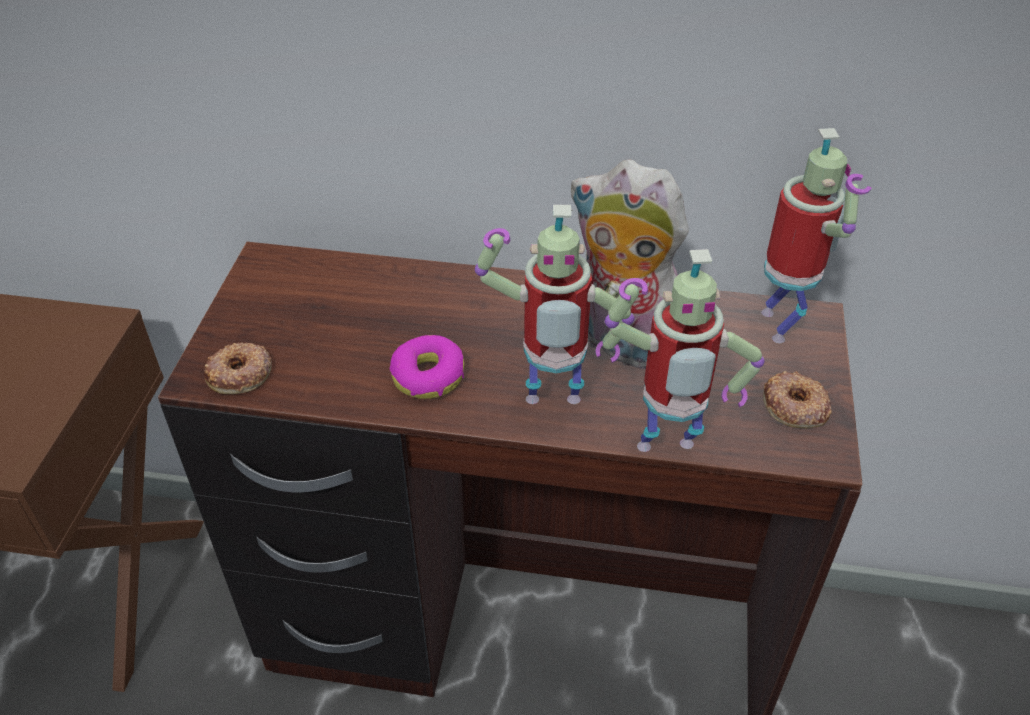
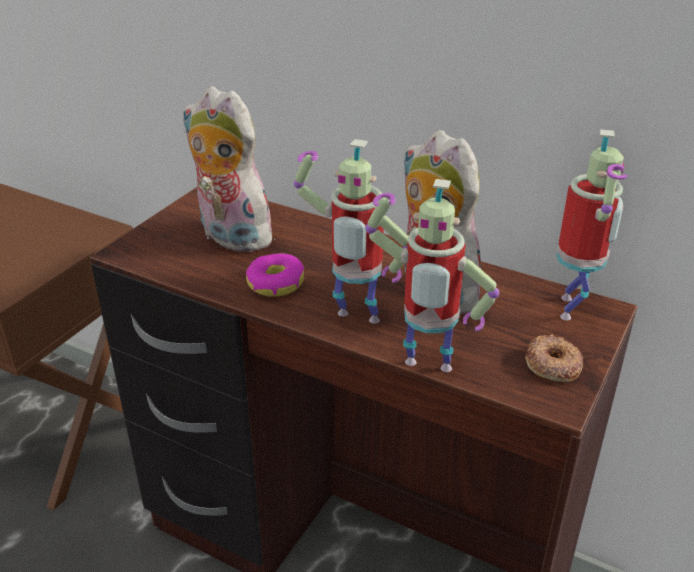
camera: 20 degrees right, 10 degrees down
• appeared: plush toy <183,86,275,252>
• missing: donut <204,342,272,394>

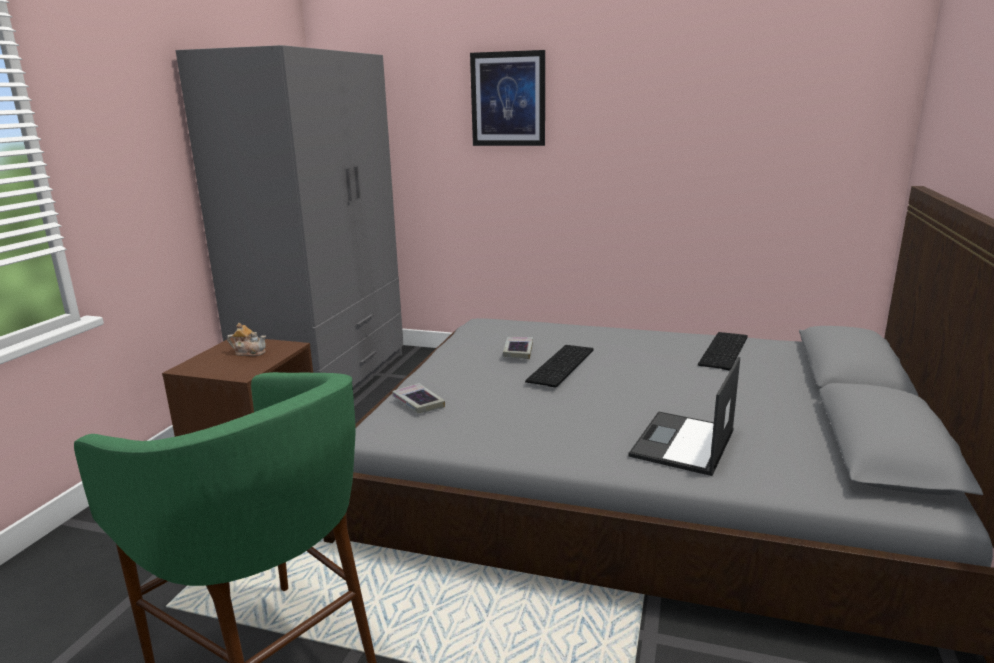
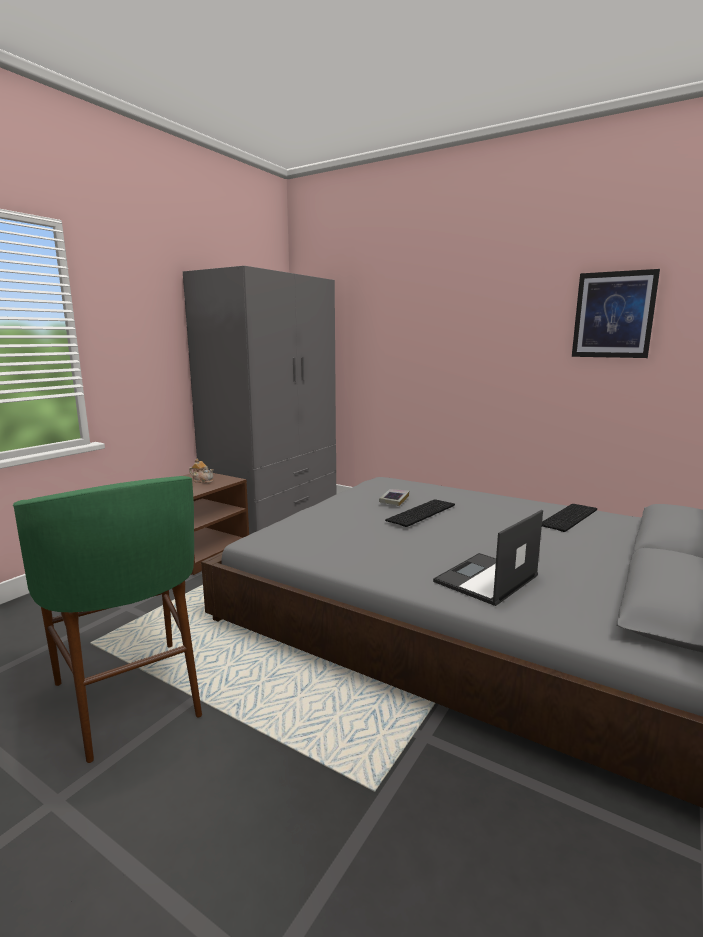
camera: 15 degrees right, 5 degrees down
• relocated: picture <470,50,545,146> to <572,269,660,358>
• missing: book <392,383,445,413>

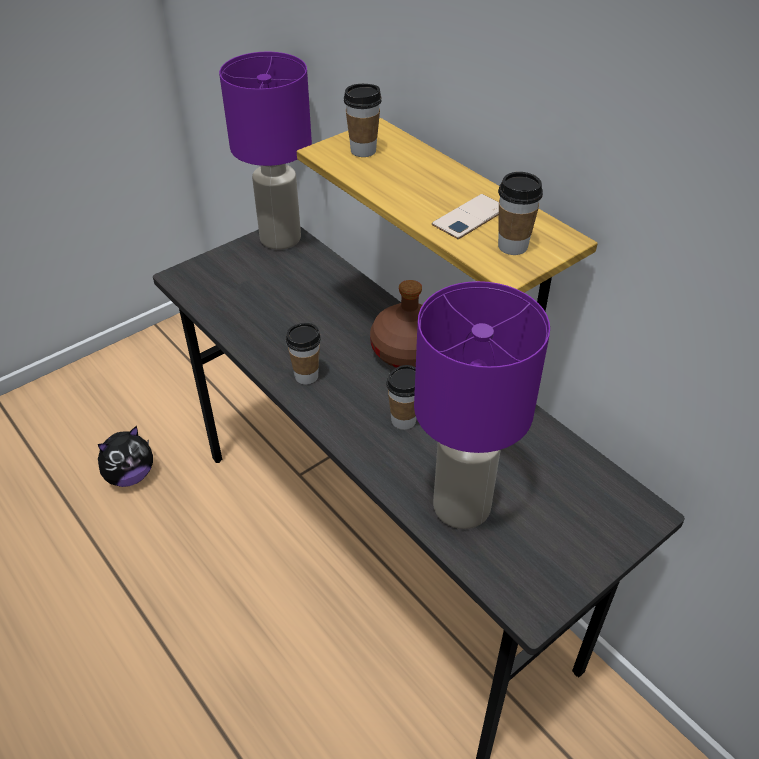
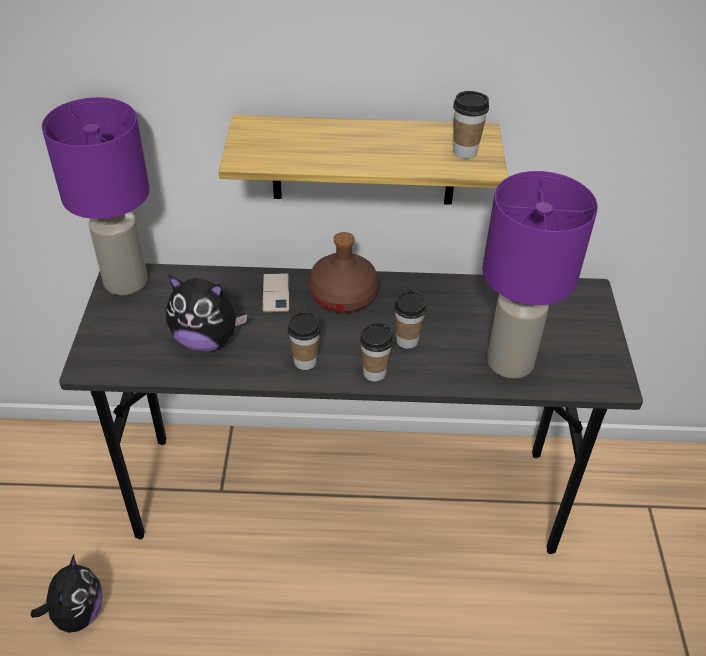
camera: 50 degrees left, 0 degrees up
• appeared: plush toy <166,275,247,352>
• relocated: phone <432,194,499,239> to <263,273,289,312>
• relocated: cup <344,84,382,157> to <360,323,393,382>

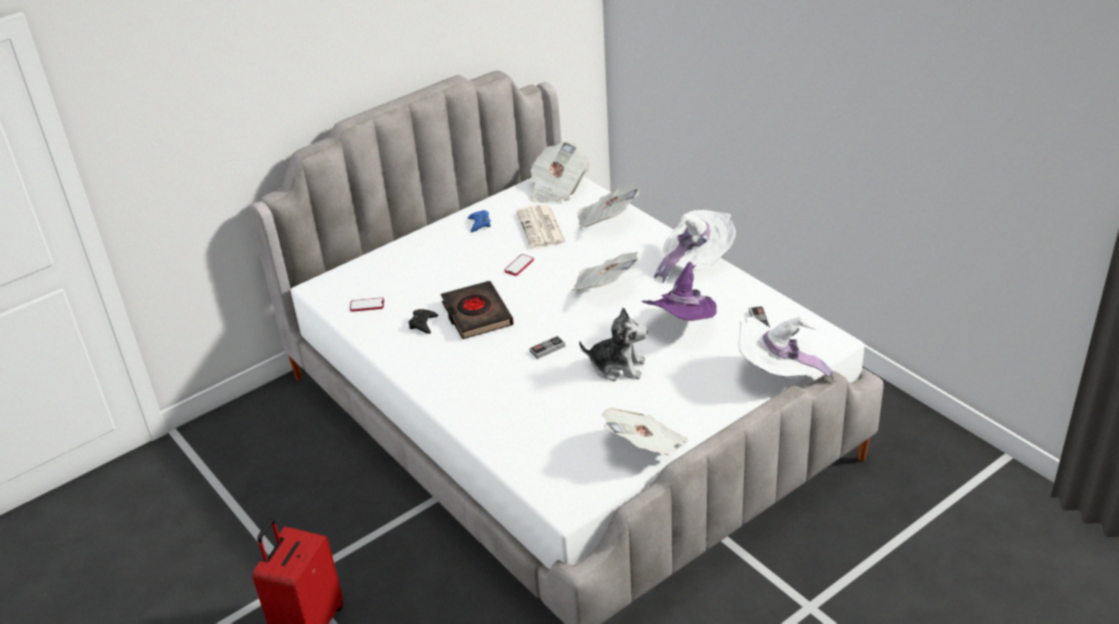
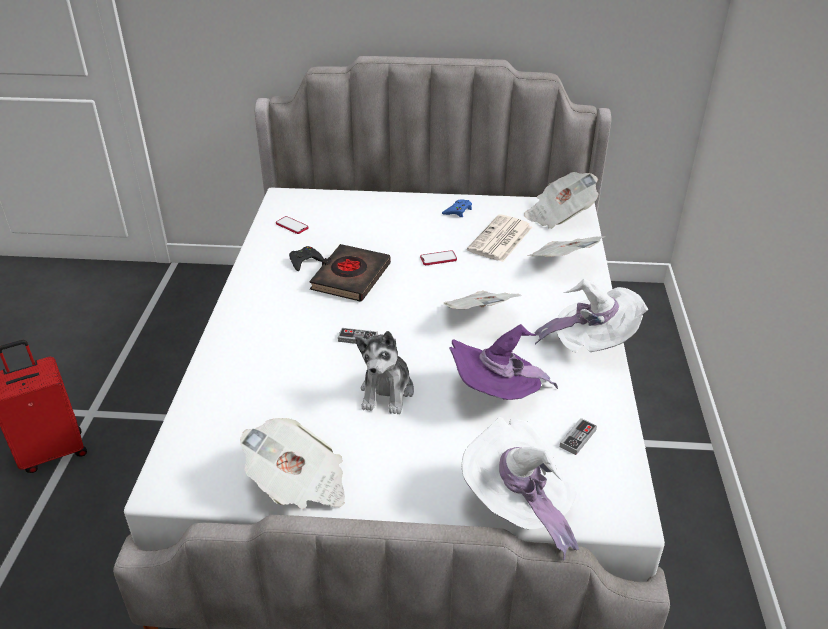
camera: 40 degrees right, 0 degrees up
• spun: plush toy <579,307,648,381> = <355,331,414,414> 45 degrees clockwise

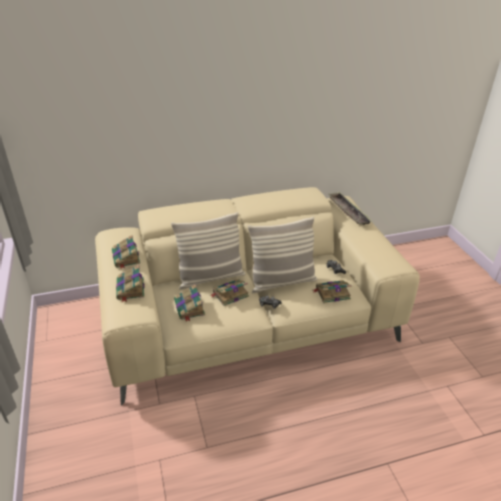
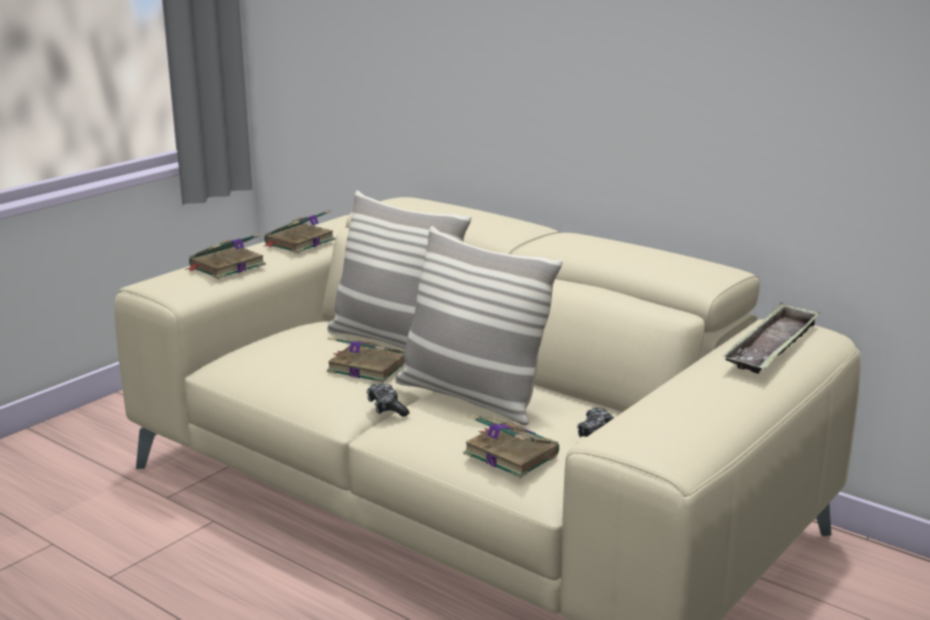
camera: 55 degrees right, 15 degrees down
• missing: book <174,284,205,322>

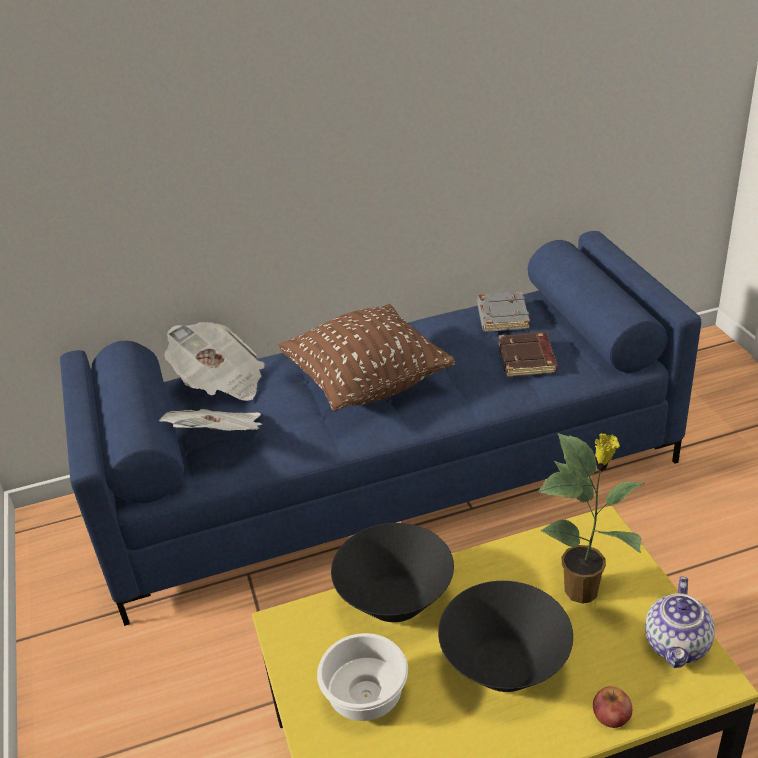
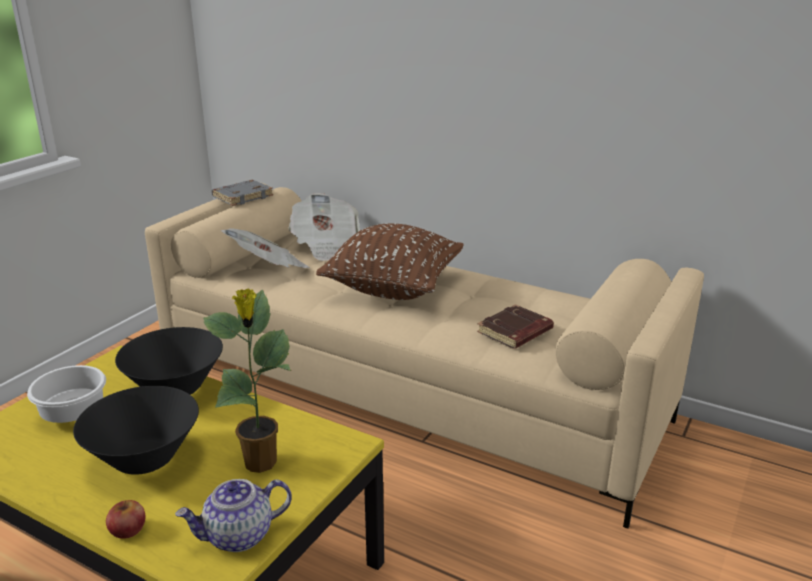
camera: 45 degrees right, 10 degrees down
• colour: blue sofa <60,231,701,626> to beige sofa <145,183,704,529>
• relocated: grey book <477,291,530,332> to <212,180,273,206>

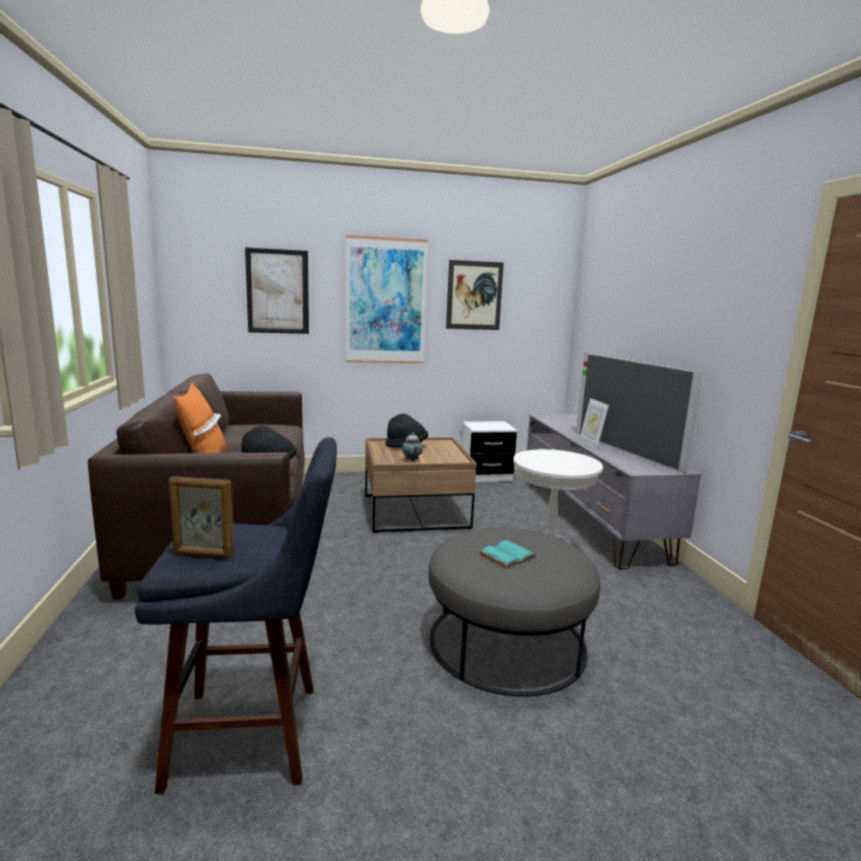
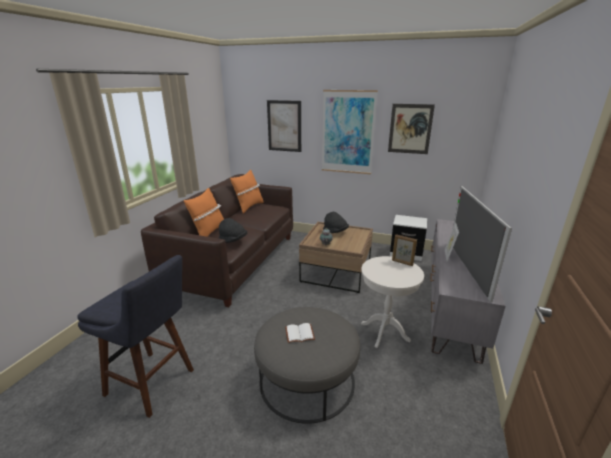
camera: 30 degrees right, 10 degrees up
• appeared: orange pillow <230,170,264,214>
• colour: turquoise book <479,540,536,568> to white book <285,323,315,343>
• relocated: picture frame <169,476,234,558> to <392,234,417,266>

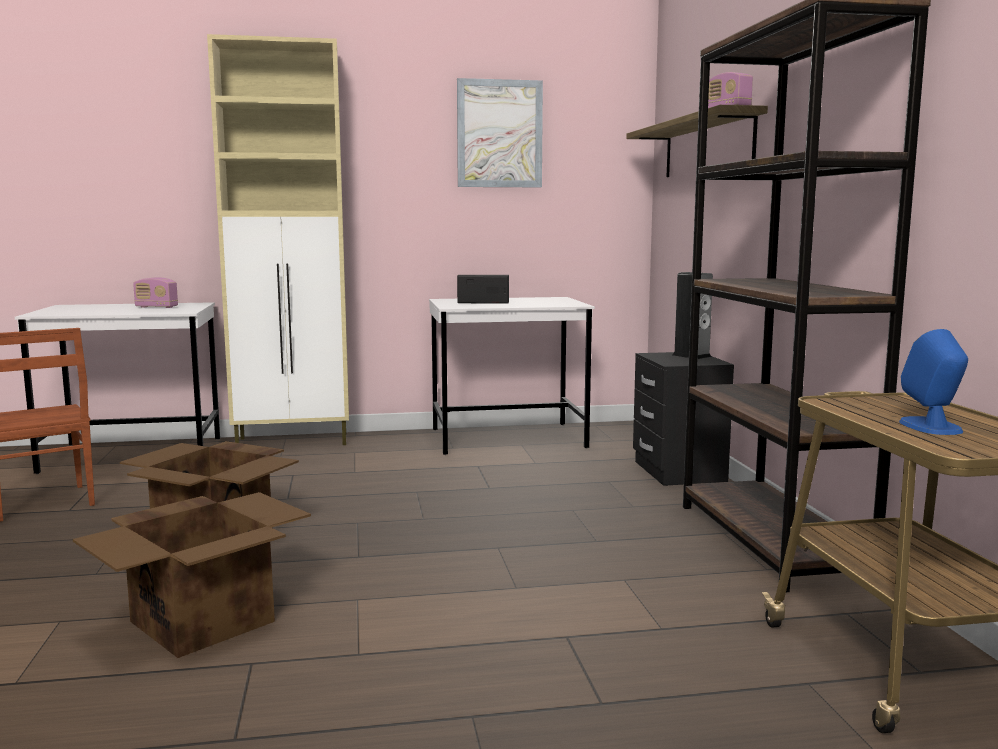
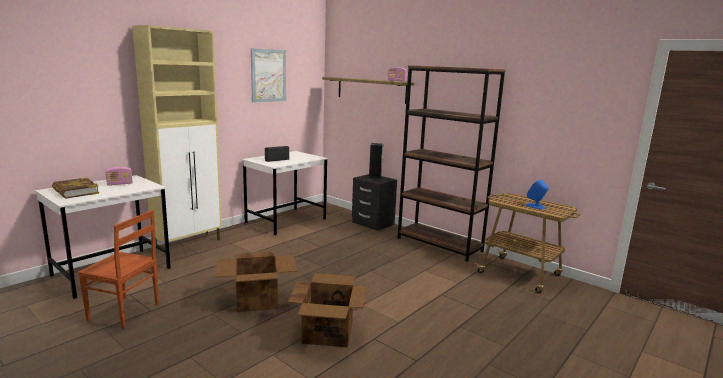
camera: 40 degrees left, 5 degrees up
• appeared: book <52,178,99,199>

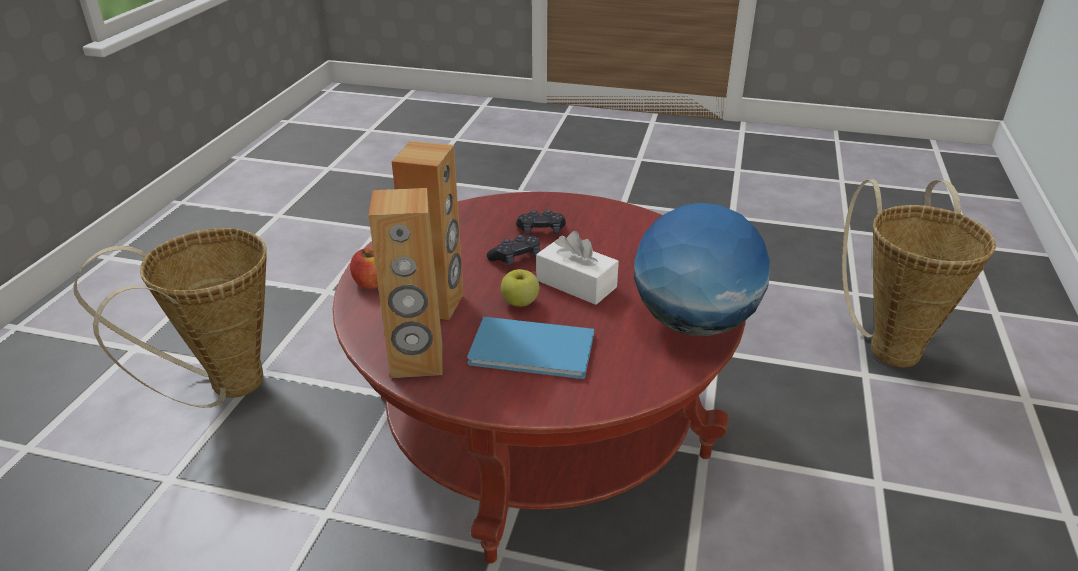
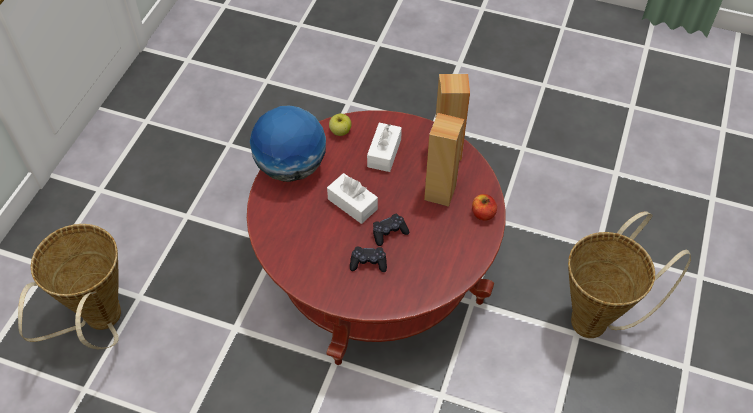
camera: 175 degrees left, 20 degrees up
• relocated: apple <501,269,539,307> to <329,114,351,136>
• exchanged: blue book <467,317,594,379> to white tissue box <367,122,402,172>

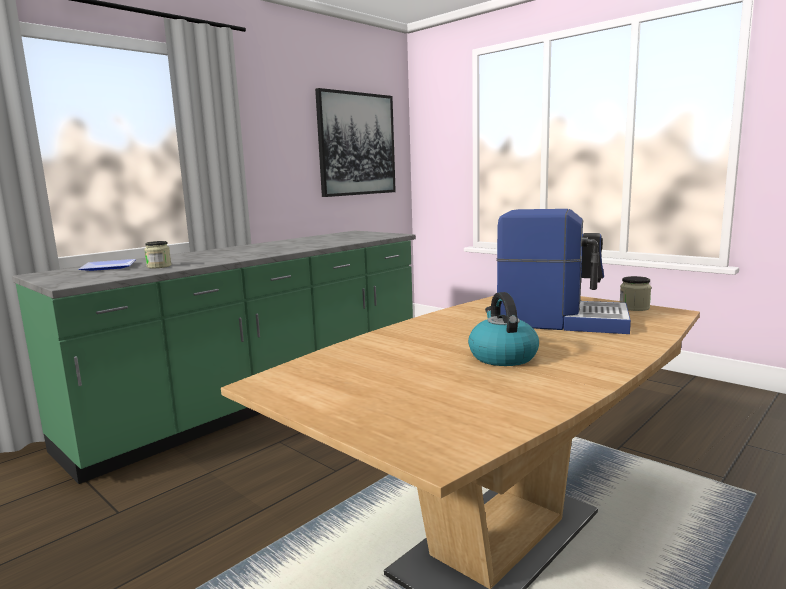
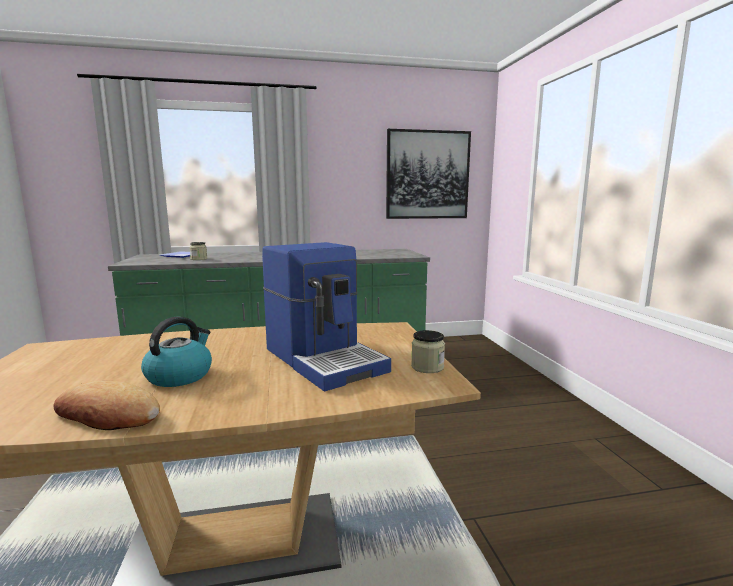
camera: 35 degrees right, 0 degrees up
• appeared: bread <54,380,160,430>

